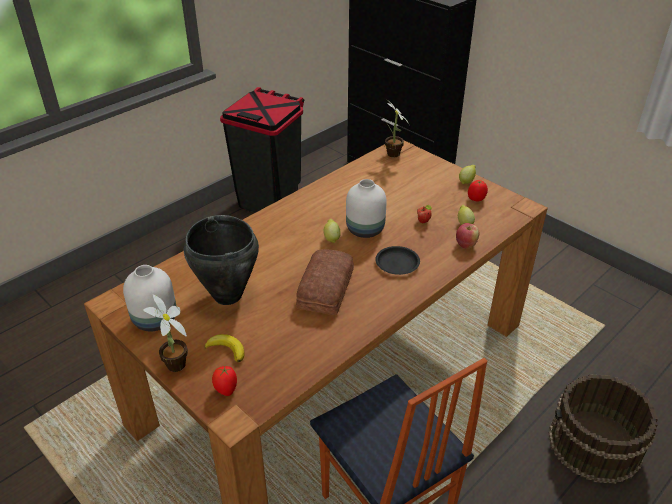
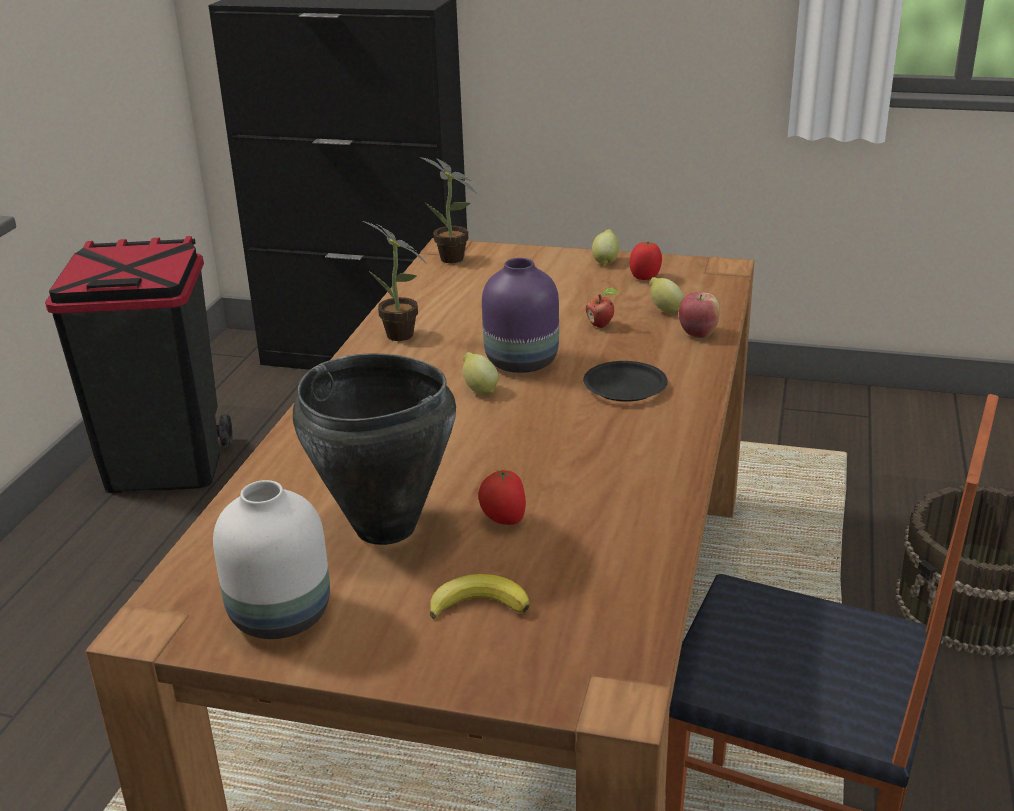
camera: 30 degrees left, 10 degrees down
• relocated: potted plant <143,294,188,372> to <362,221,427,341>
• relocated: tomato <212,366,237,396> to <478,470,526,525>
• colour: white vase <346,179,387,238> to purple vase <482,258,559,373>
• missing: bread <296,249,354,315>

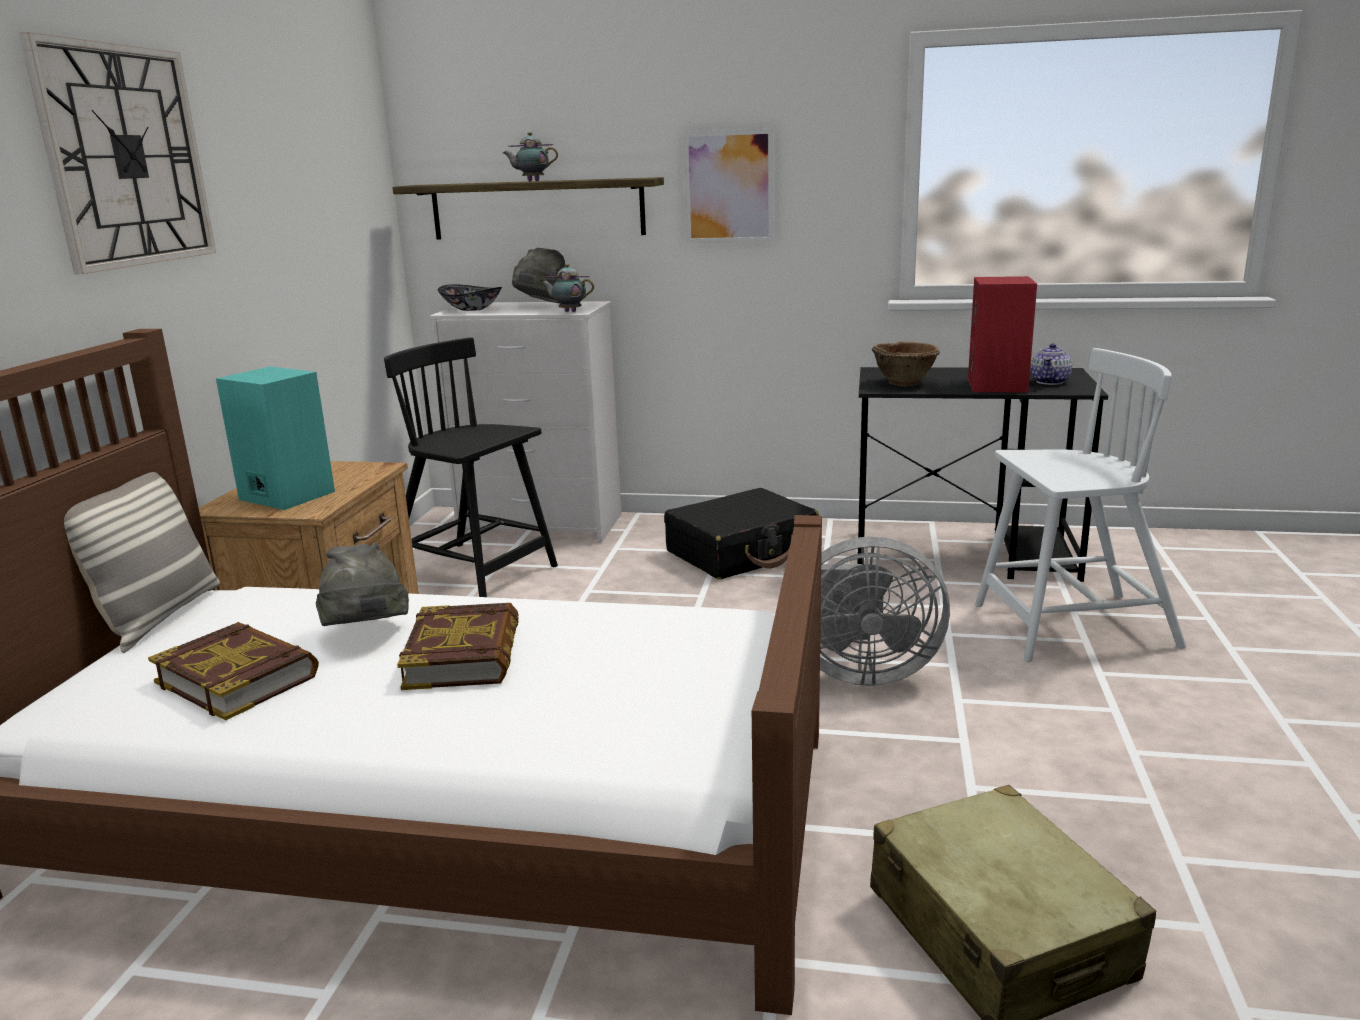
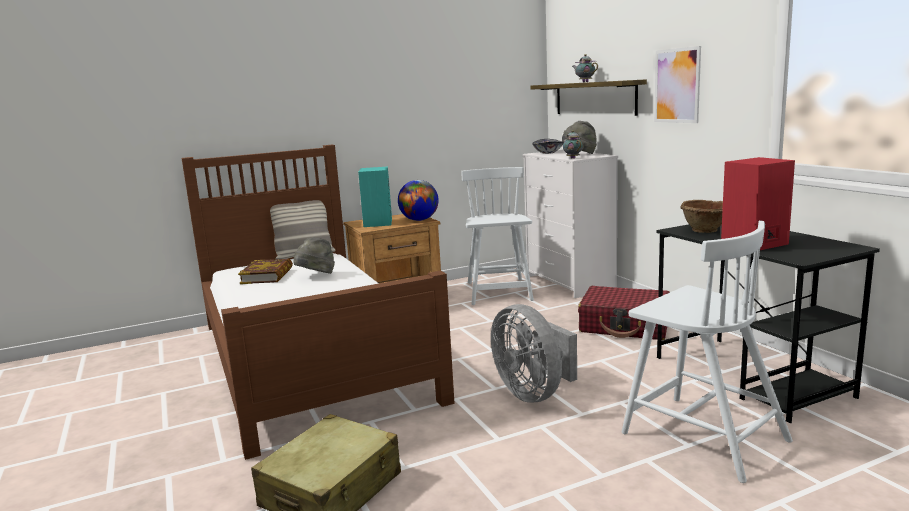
camera: 55 degrees right, 5 degrees down
• appeared: globe <398,180,439,221>
• colour: black chair <384,337,558,597> to white chair <461,167,534,305>
• colour: black suitcase <664,488,819,579> to red suitcase <578,286,670,340>
• missing: wall clock <19,32,216,274>
• missing: book <397,603,519,690>
• missing: teapot <1030,343,1072,385>

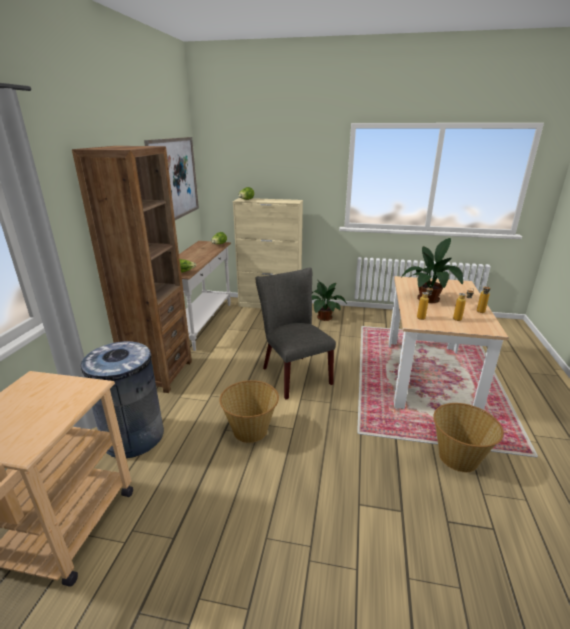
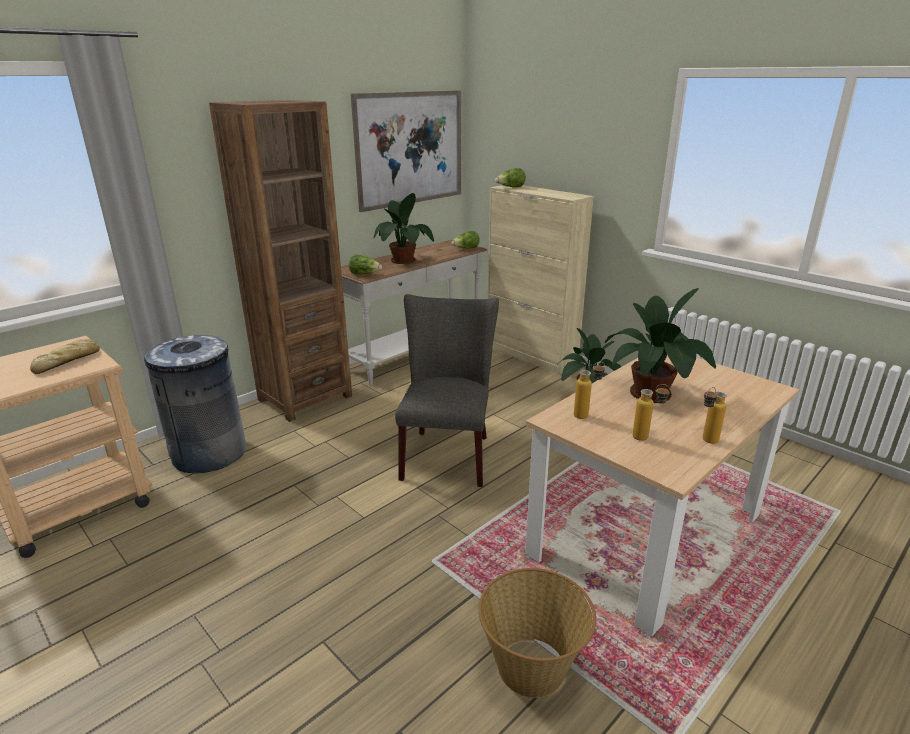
camera: 35 degrees right, 0 degrees up
• appeared: bread <30,339,100,374>
• appeared: potted plant <374,193,434,264>
• missing: basket <219,380,279,443>

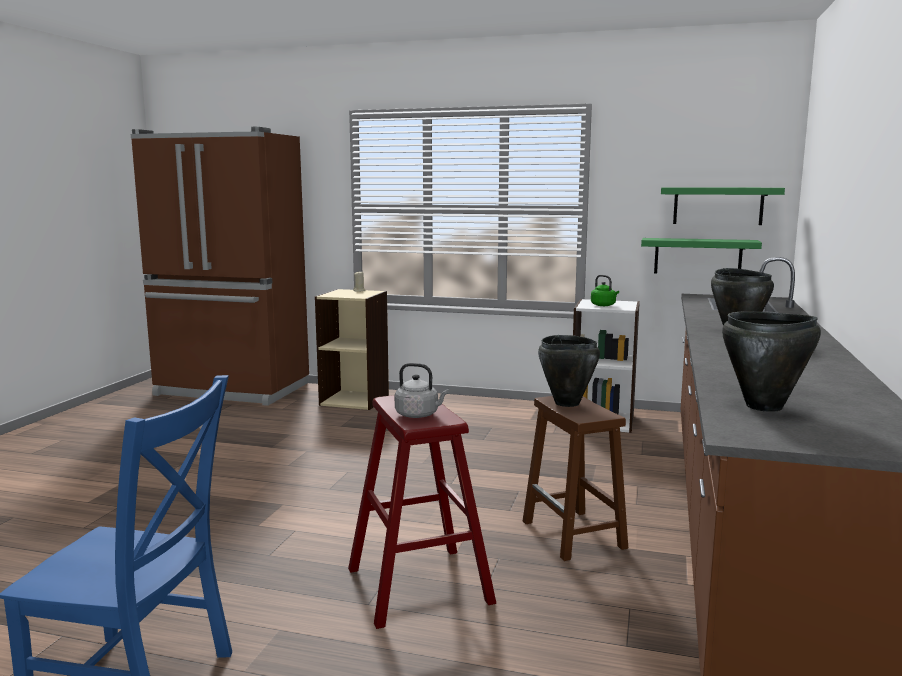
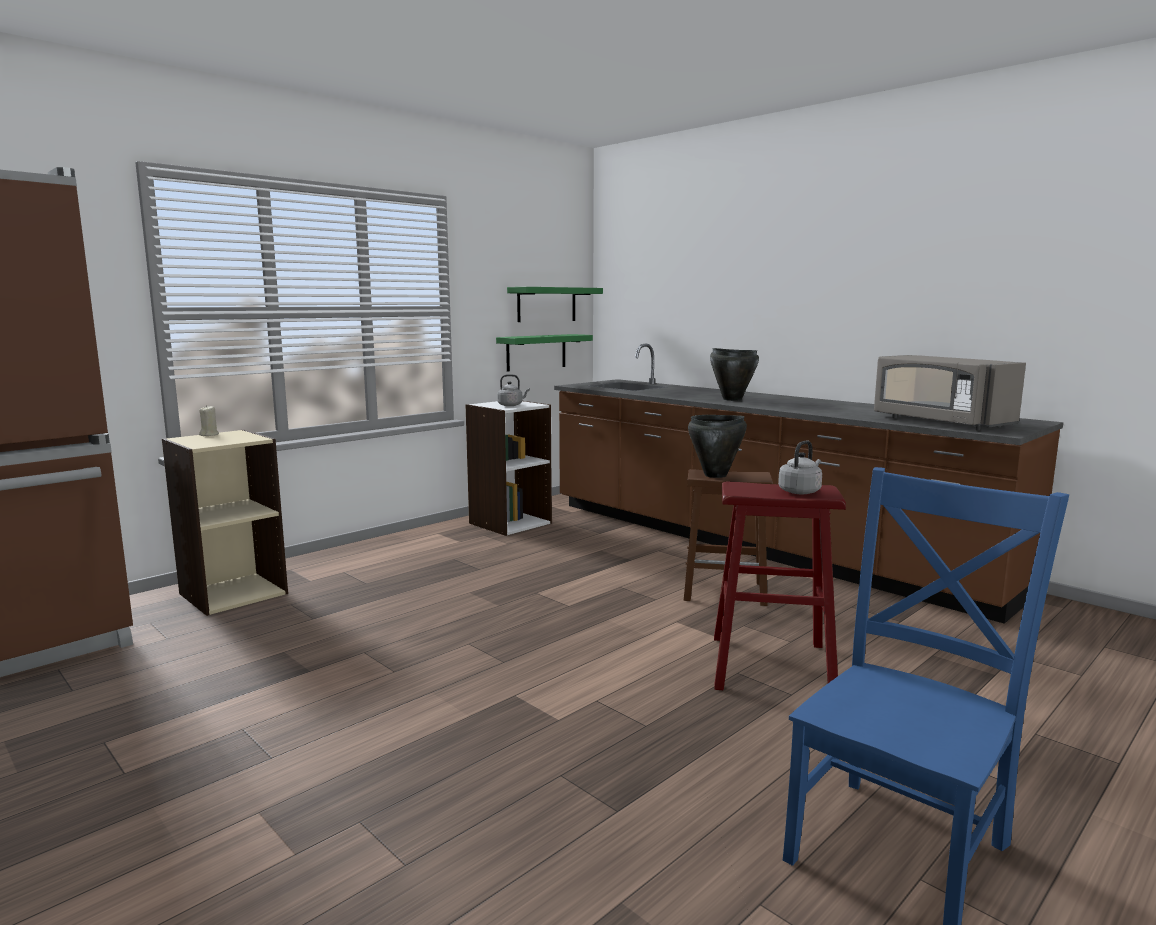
camera: 60 degrees left, 0 degrees up
• colour: green kettle <591,275,619,306> to grey kettle <497,374,530,406>
• exchanged: black cooking pot <722,311,821,412> to grey microwave <874,355,1026,430>

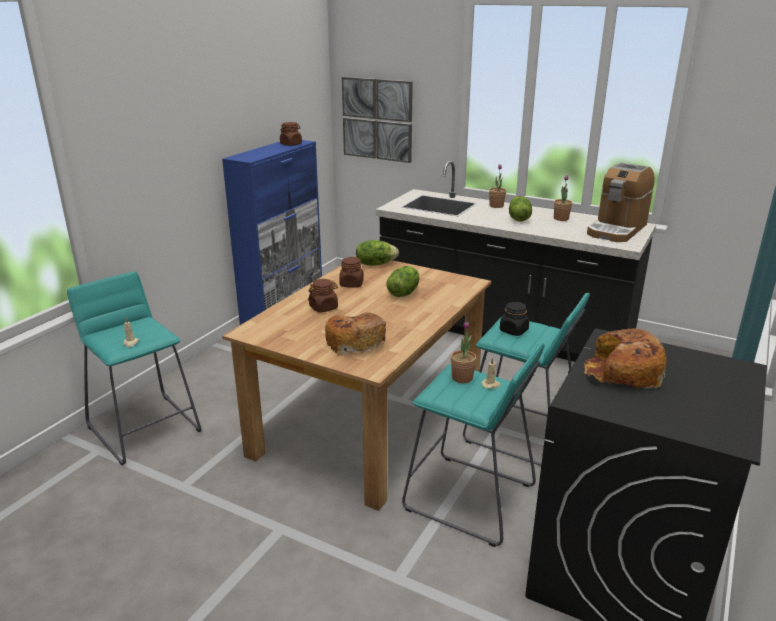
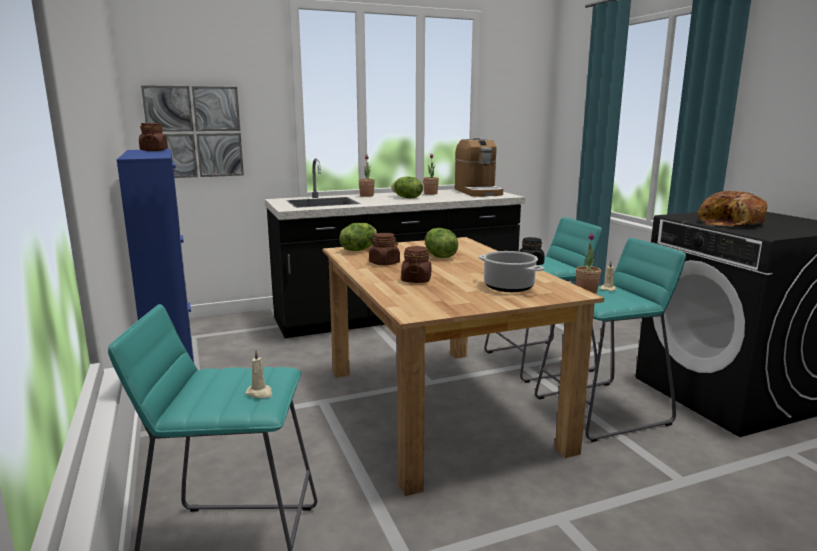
camera: 50 degrees left, 10 degrees down
• exchanged: bread <325,312,386,355> to cooking pot <478,251,544,292>

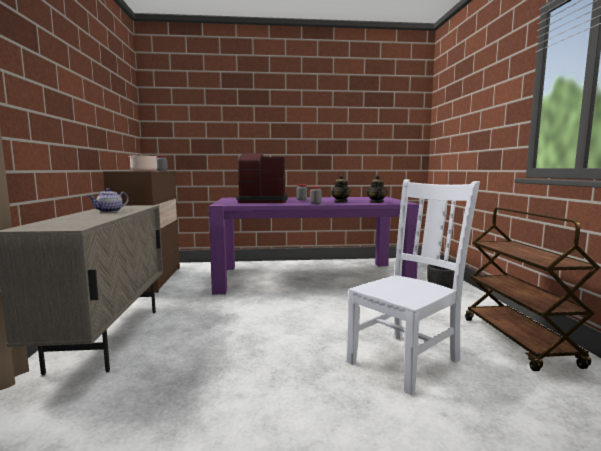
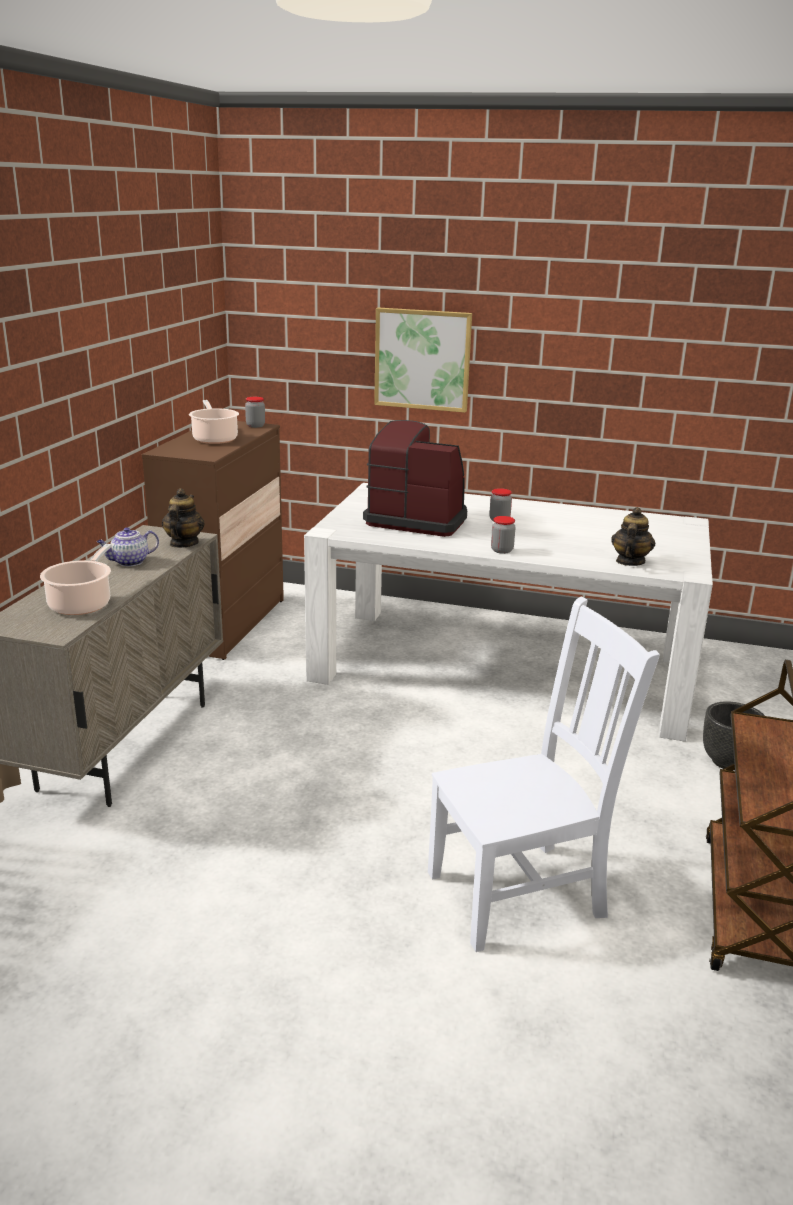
camera: 20 degrees right, 15 degrees up
• appeared: cooking pot <40,544,112,615>
• relocated: teapot <331,175,351,202> to <162,488,205,548>
• colour: purple dining table <209,197,419,295> to white dining table <304,483,713,742>
• appeared: picture <374,307,472,413>

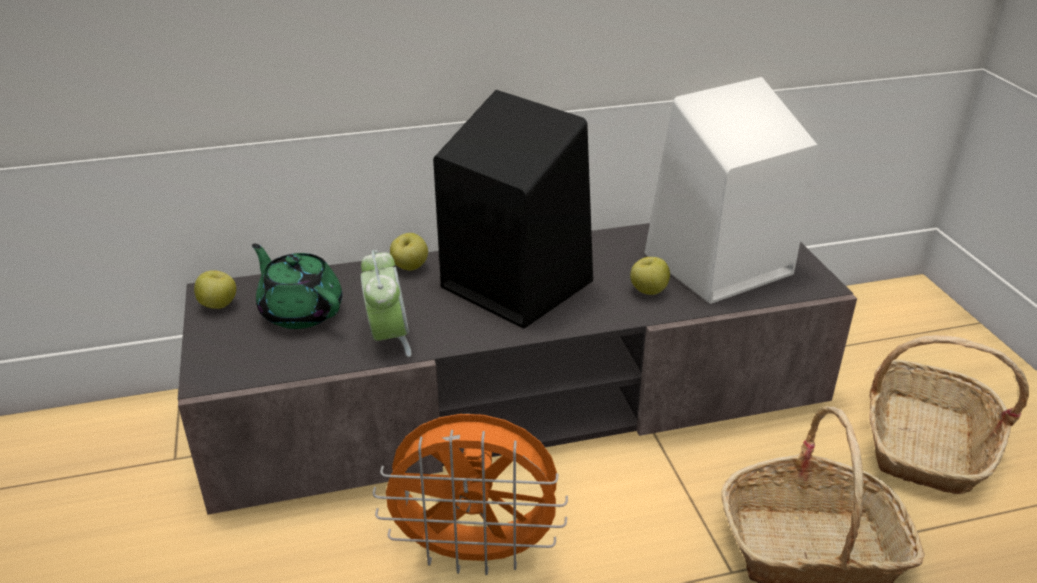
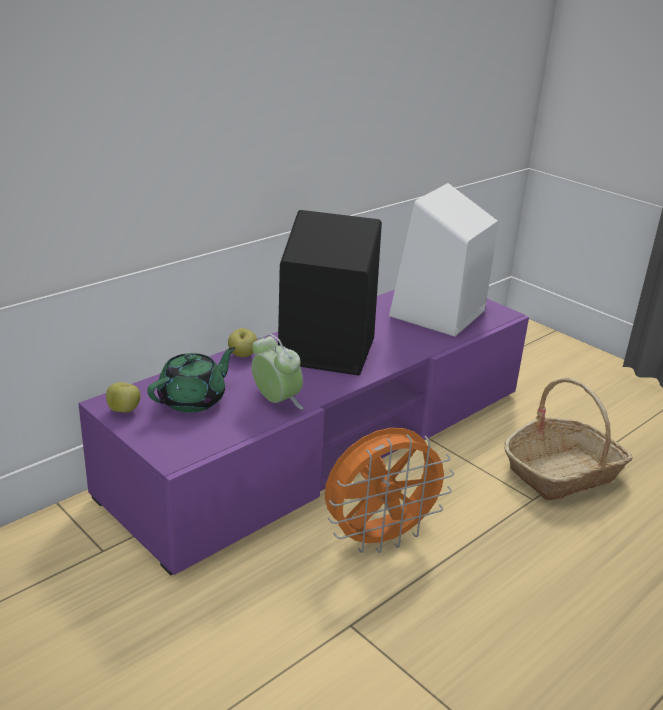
camera: 30 degrees left, 5 degrees down
• colour: grey tv stand <178,223,857,515> to purple tv stand <78,290,529,575>
• spun: green teapot <252,244,342,329> = <147,347,236,413> 120 degrees clockwise
• missing: apple <630,257,670,295>
• missing: basket <869,335,1029,494>

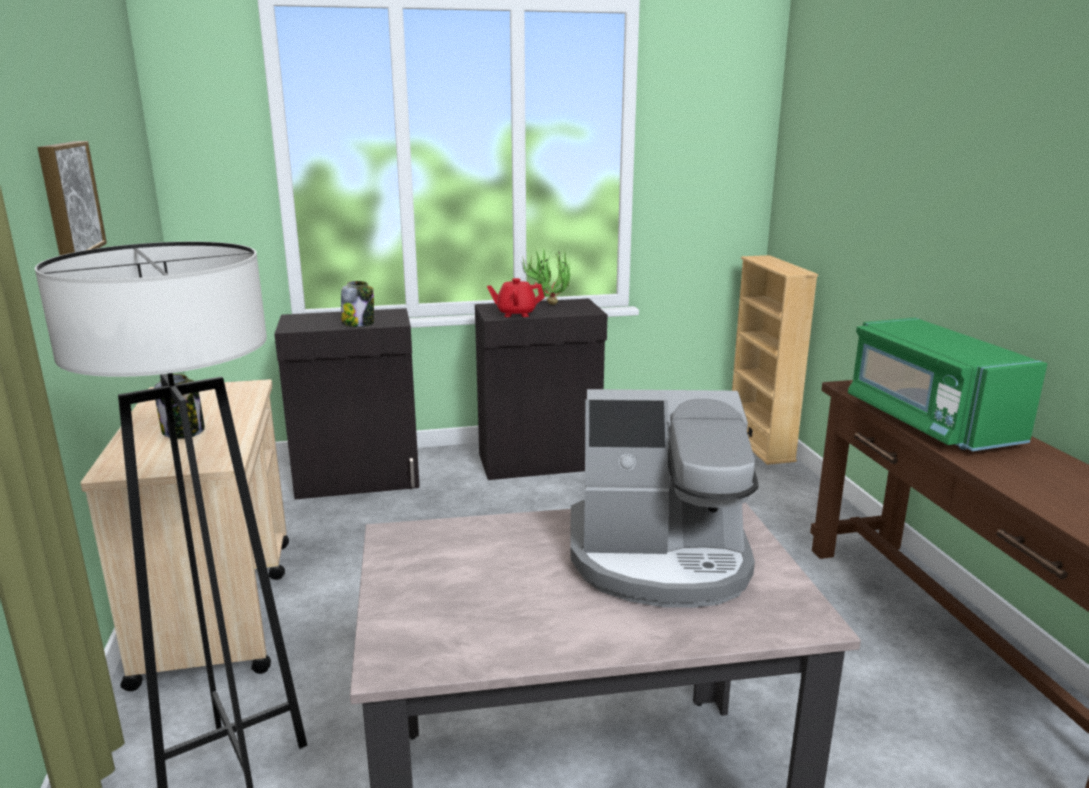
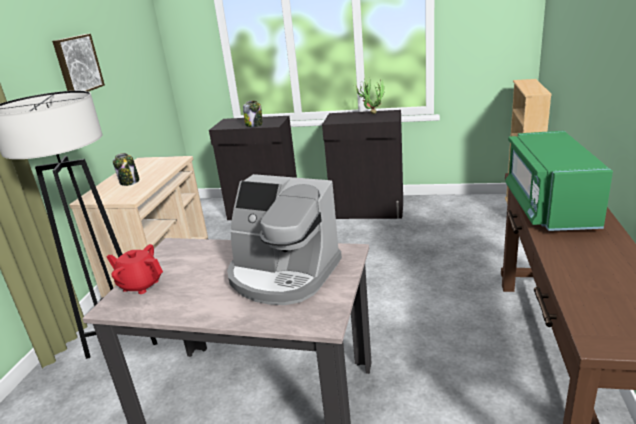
camera: 25 degrees right, 5 degrees up
• relocated: red teapot <487,278,545,317> to <106,244,163,294>

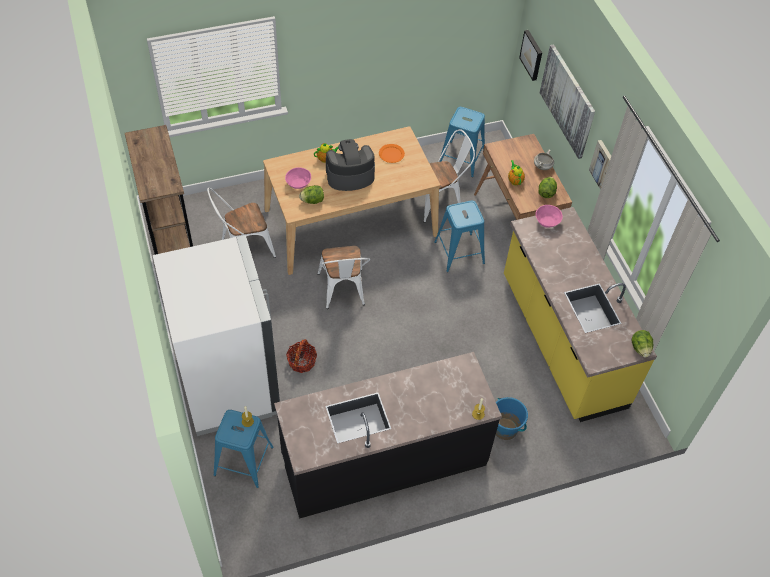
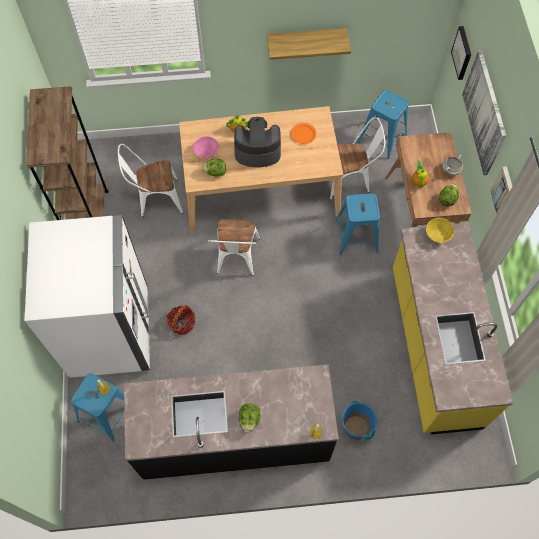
camera: 15 degrees right, 10 degrees up
• relocated: lettuce <632,330,653,358> to <239,403,261,433>
• appeared: shelf <267,28,351,60>
• colour: pink bowl <535,205,563,227> to yellow bowl <426,218,454,243>

